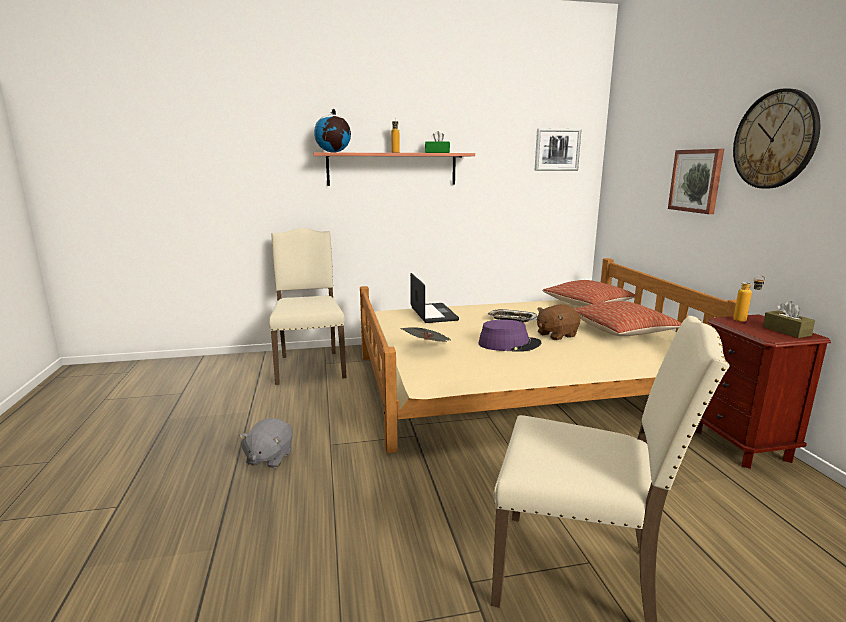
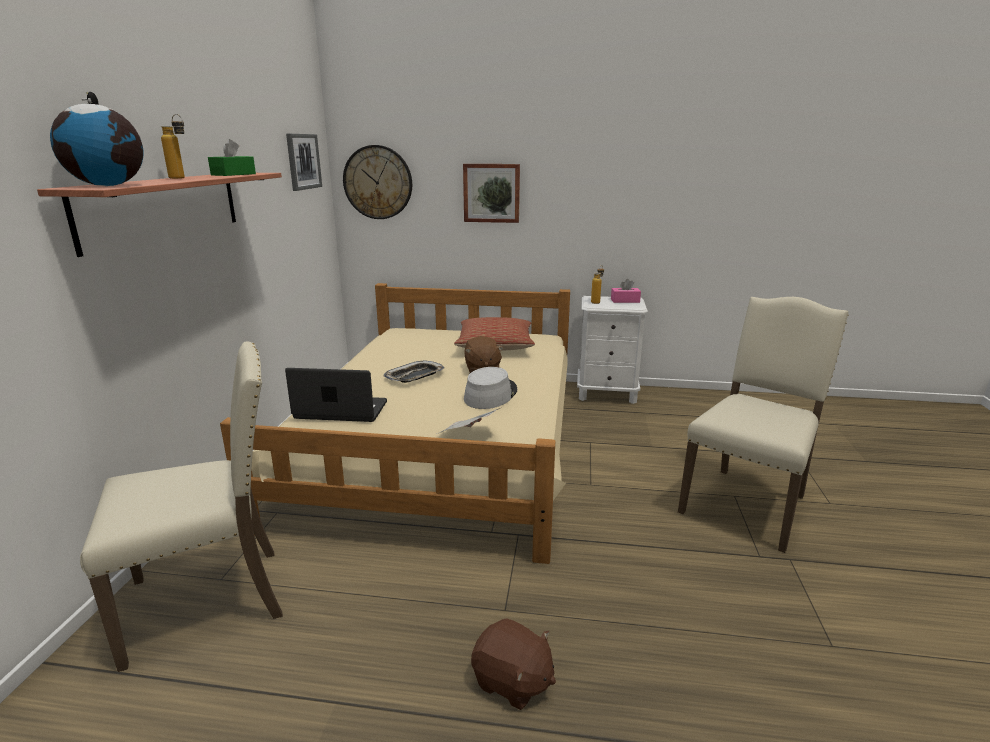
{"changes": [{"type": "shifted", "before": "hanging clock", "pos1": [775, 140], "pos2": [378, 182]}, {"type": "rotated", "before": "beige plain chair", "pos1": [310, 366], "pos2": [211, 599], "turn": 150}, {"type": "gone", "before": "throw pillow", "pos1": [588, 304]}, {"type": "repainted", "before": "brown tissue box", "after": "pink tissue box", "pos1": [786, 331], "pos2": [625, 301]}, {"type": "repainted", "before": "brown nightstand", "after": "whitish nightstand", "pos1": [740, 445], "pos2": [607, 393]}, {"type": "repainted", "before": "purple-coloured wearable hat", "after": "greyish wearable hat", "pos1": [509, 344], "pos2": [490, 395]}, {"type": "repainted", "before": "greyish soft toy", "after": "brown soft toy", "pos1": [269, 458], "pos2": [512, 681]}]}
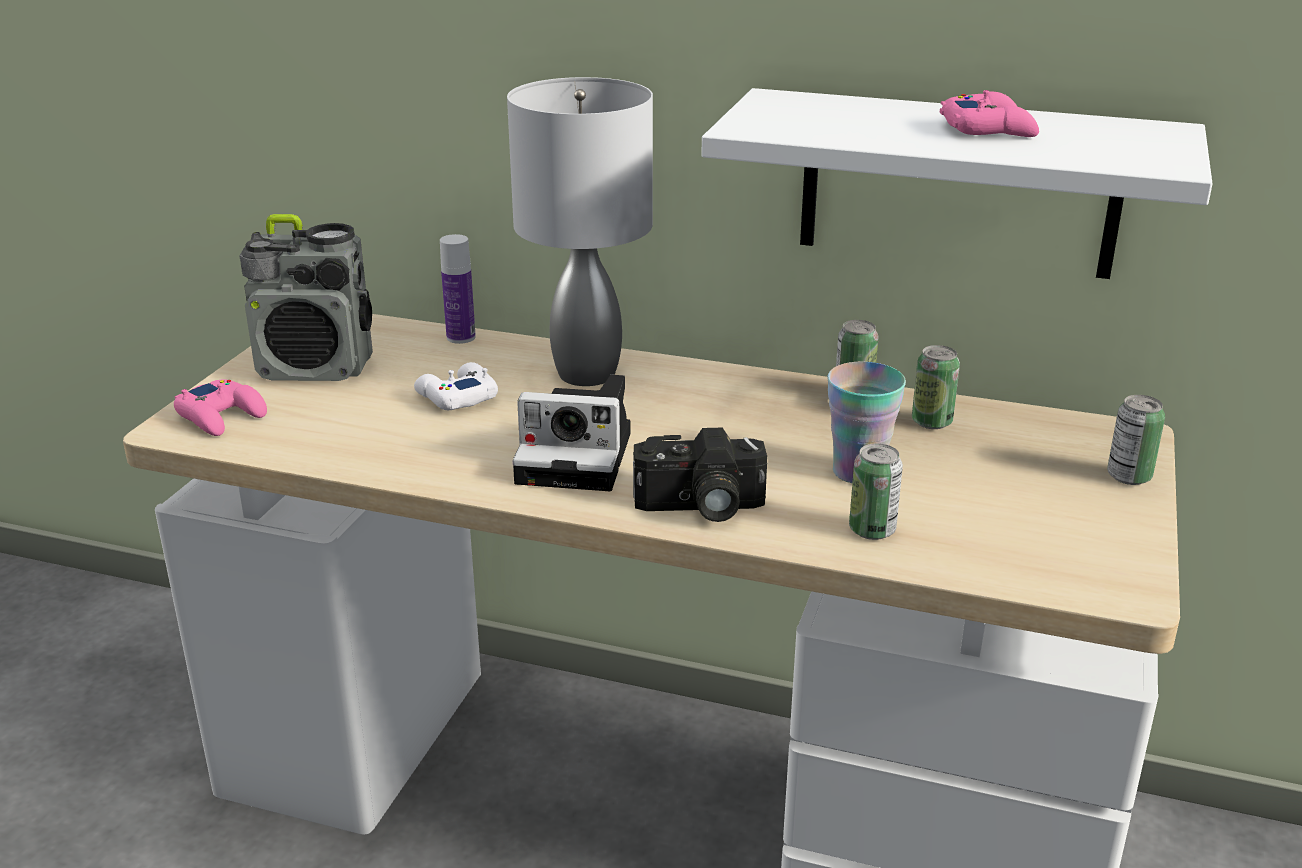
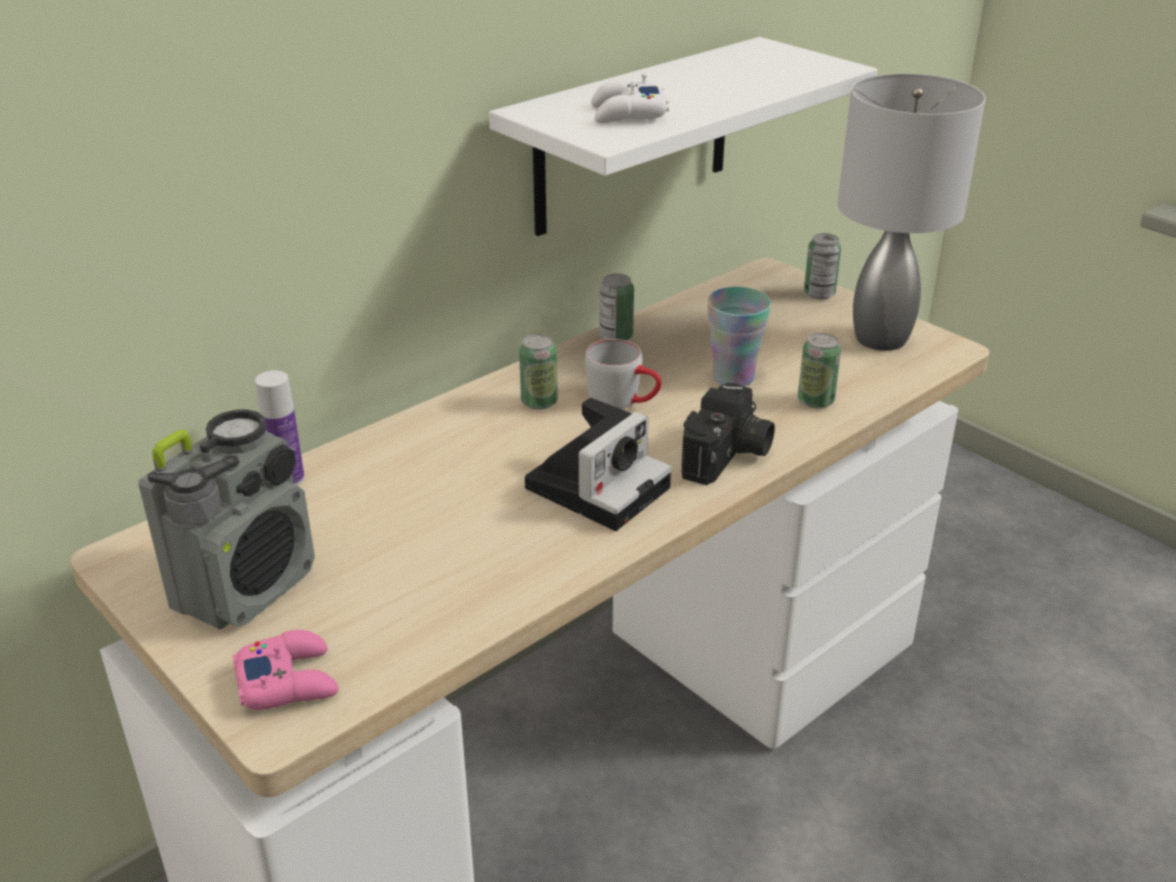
{"changes": [{"type": "shifted", "before": "greyish table lamp", "pos1": [584, 374], "pos2": [881, 339]}, {"type": "gone", "before": "pink joypad", "pos1": [988, 129]}, {"type": "shifted", "before": "can", "pos1": [931, 422], "pos2": [539, 402]}, {"type": "shifted", "before": "whitish joypad", "pos1": [456, 397], "pos2": [627, 114]}, {"type": "new", "after": "greyish coffee mug", "pos2": [624, 400]}]}
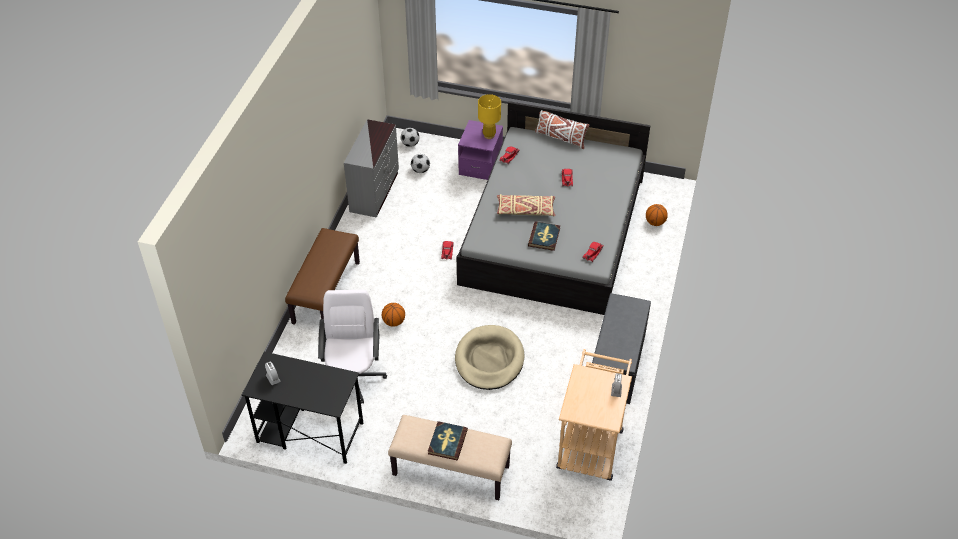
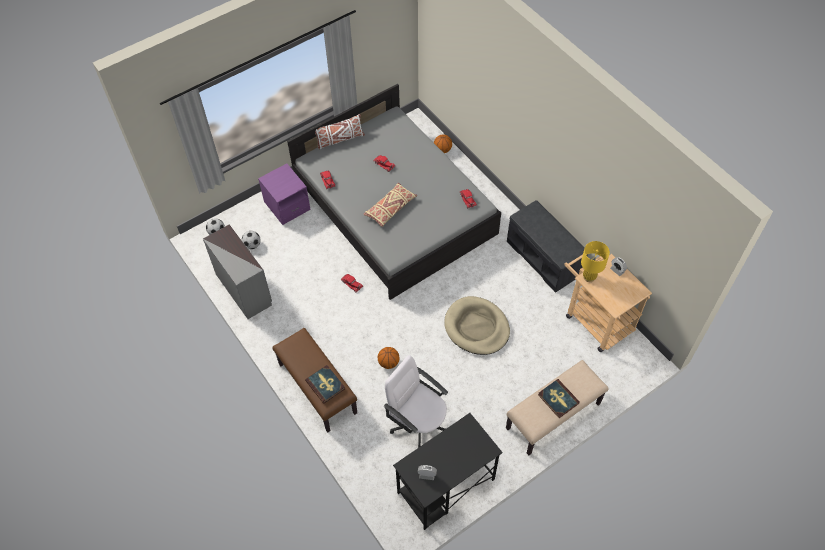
{"changes": [{"type": "shifted", "before": "yellowish table lamp", "pos1": [489, 135], "pos2": [589, 277]}, {"type": "shifted", "before": "book", "pos1": [544, 237], "pos2": [325, 385]}]}
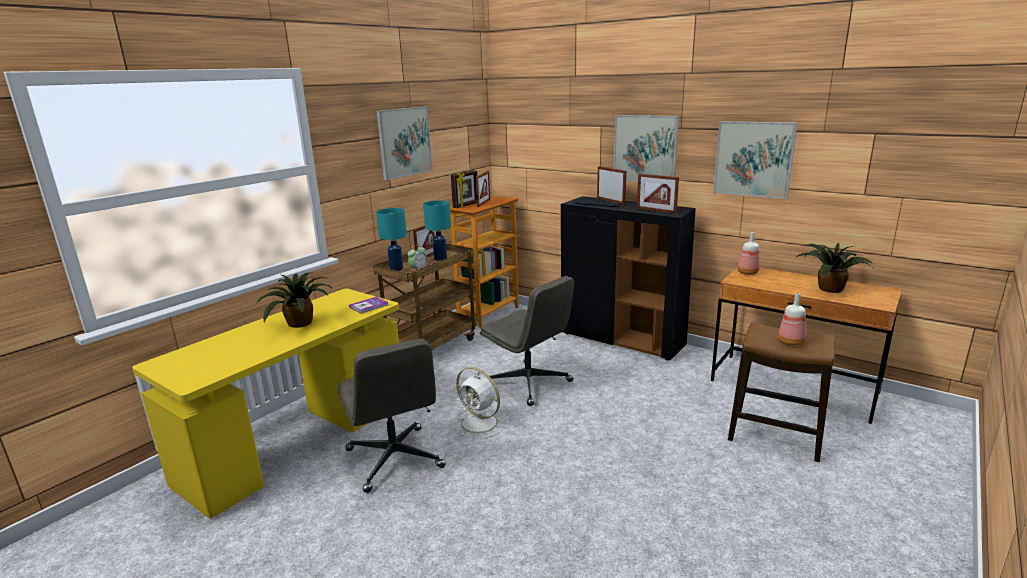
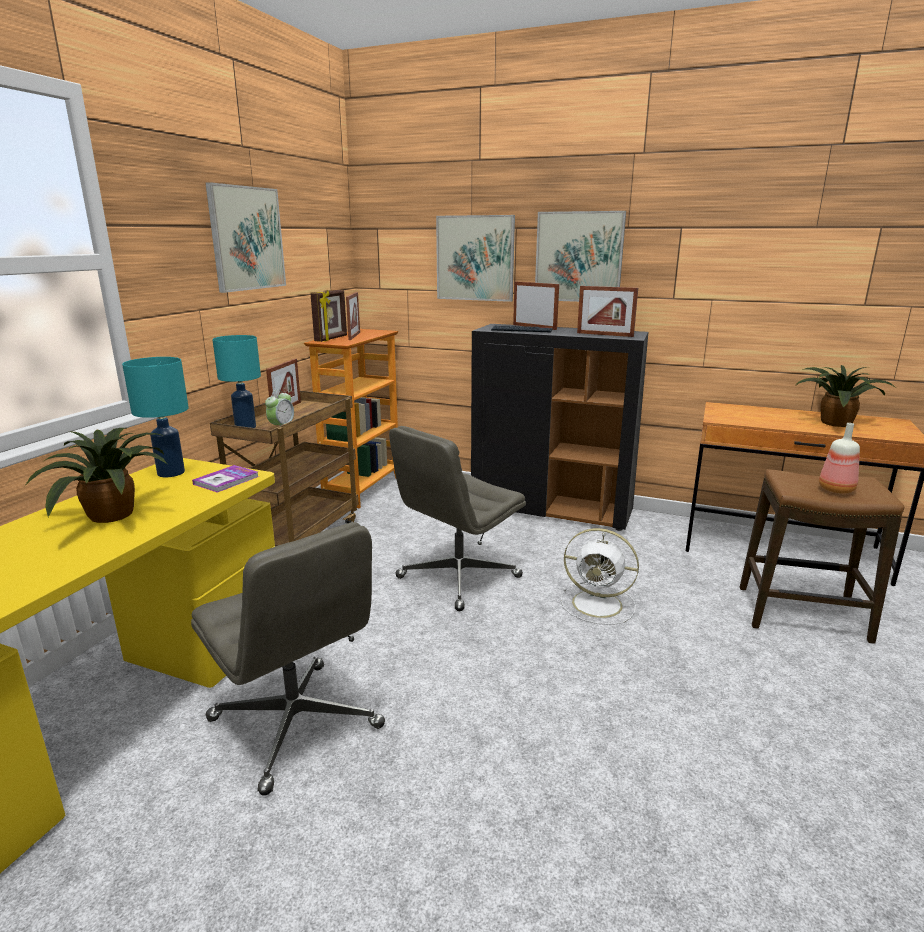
{"changes": [{"type": "shifted", "before": "wall art", "pos1": [753, 159], "pos2": [475, 258]}, {"type": "shifted", "before": "turquoise-coloured table lamp", "pos1": [440, 258], "pos2": [170, 472]}, {"type": "gone", "before": "drink bottle", "pos1": [747, 273]}, {"type": "rotated", "before": "greyish office chair", "pos1": [529, 383], "pos2": [458, 578], "turn": 105}, {"type": "shifted", "before": "whitish fan", "pos1": [480, 423], "pos2": [599, 604]}]}
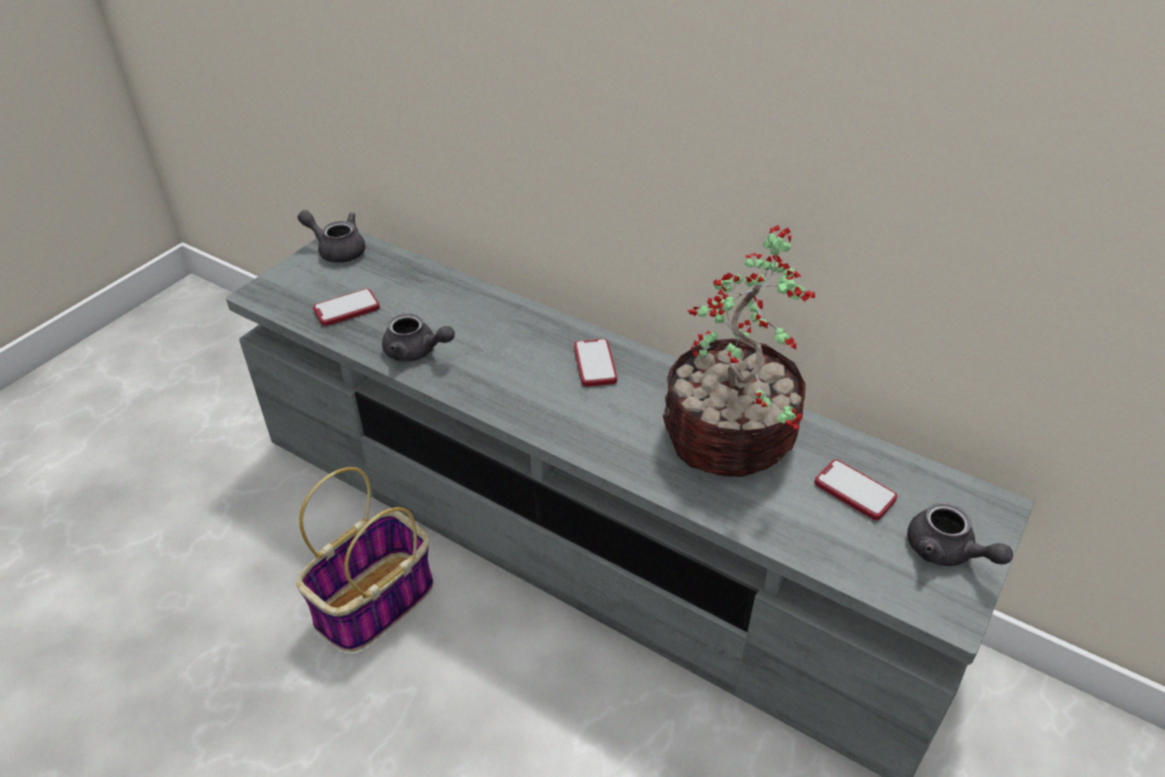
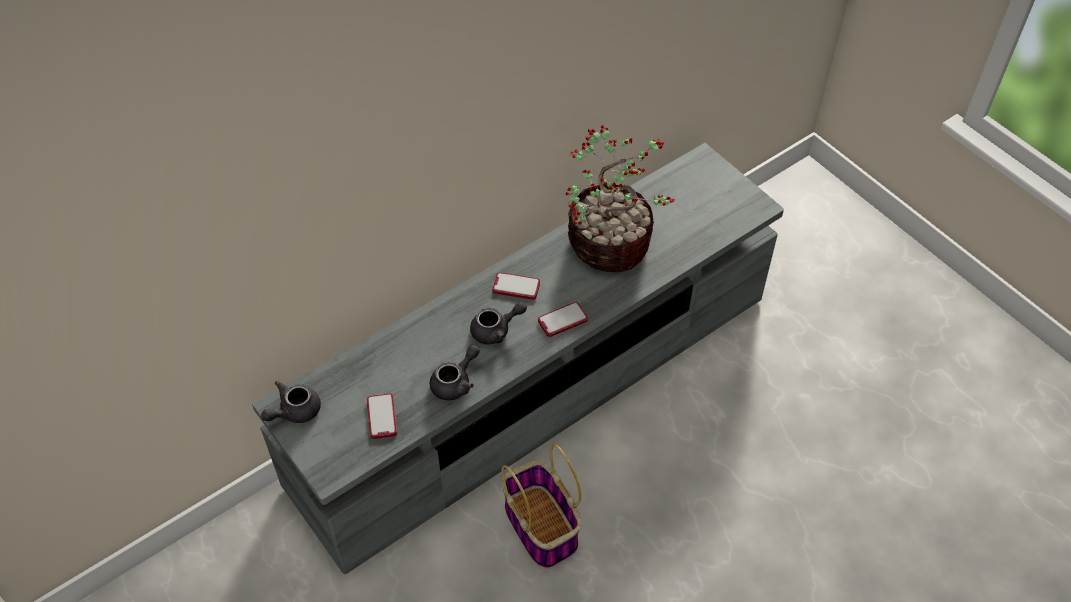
{"changes": [{"type": "shifted", "before": "telephone", "pos1": [854, 491], "pos2": [562, 320]}, {"type": "shifted", "before": "greyish pot for tea", "pos1": [946, 552], "pos2": [496, 330]}]}
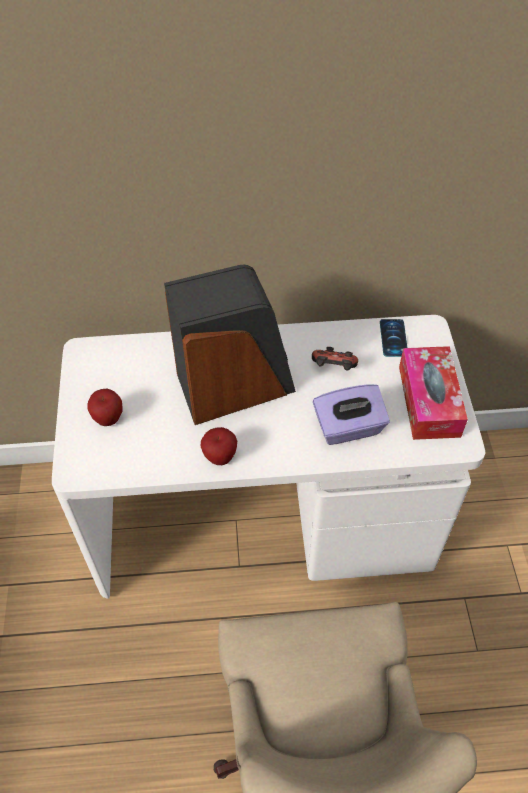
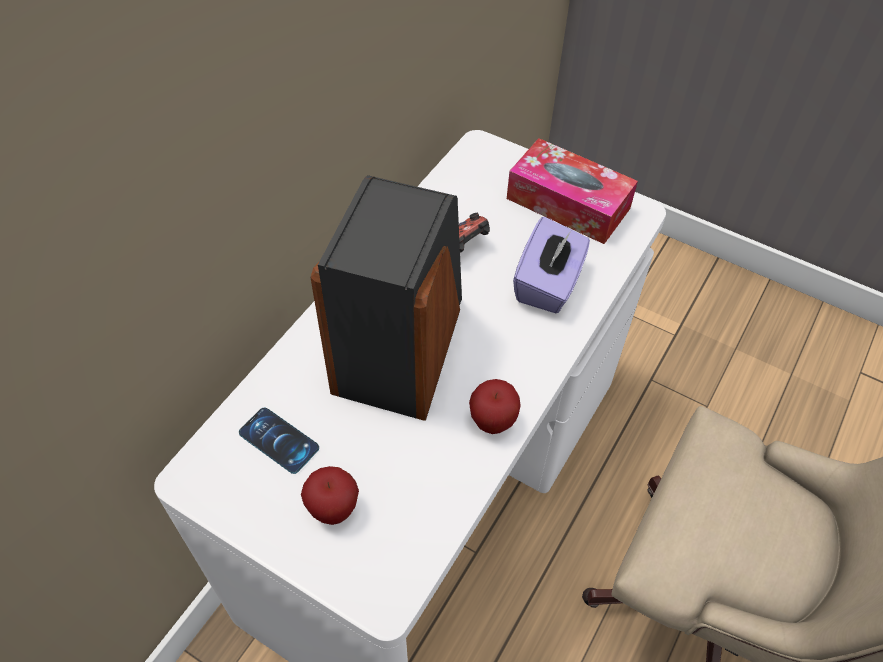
{"changes": [{"type": "shifted", "before": "telephone", "pos1": [393, 338], "pos2": [279, 440]}]}
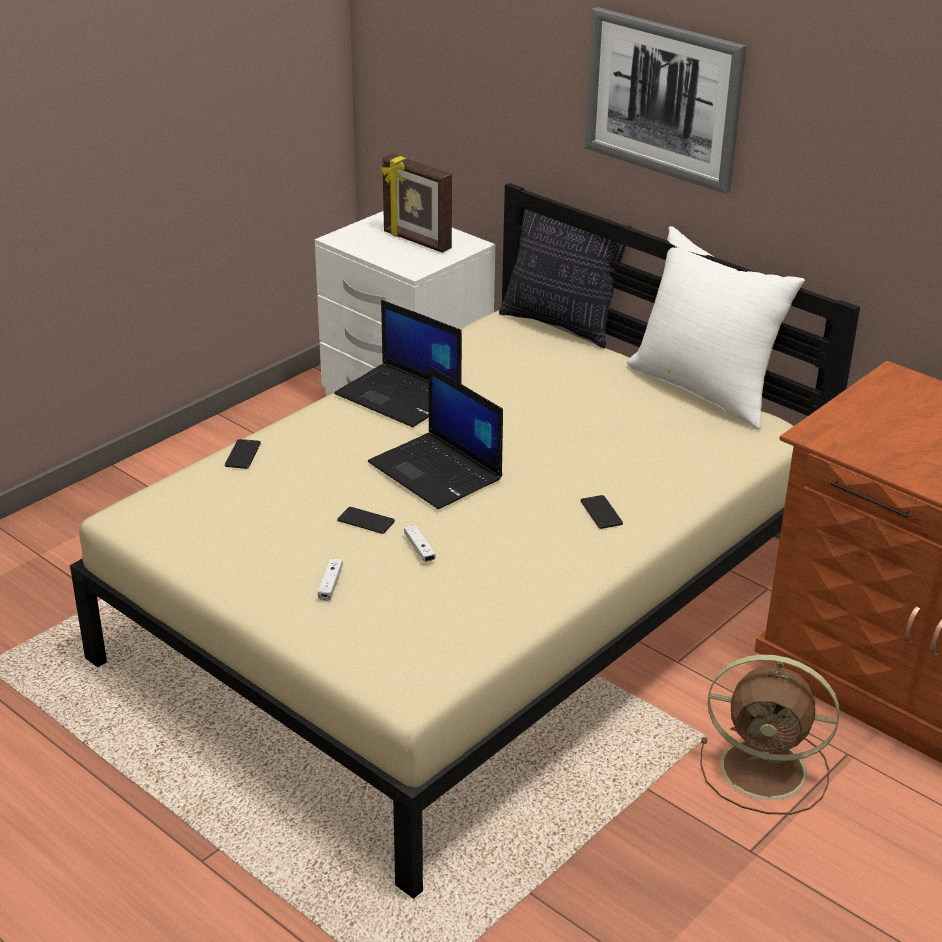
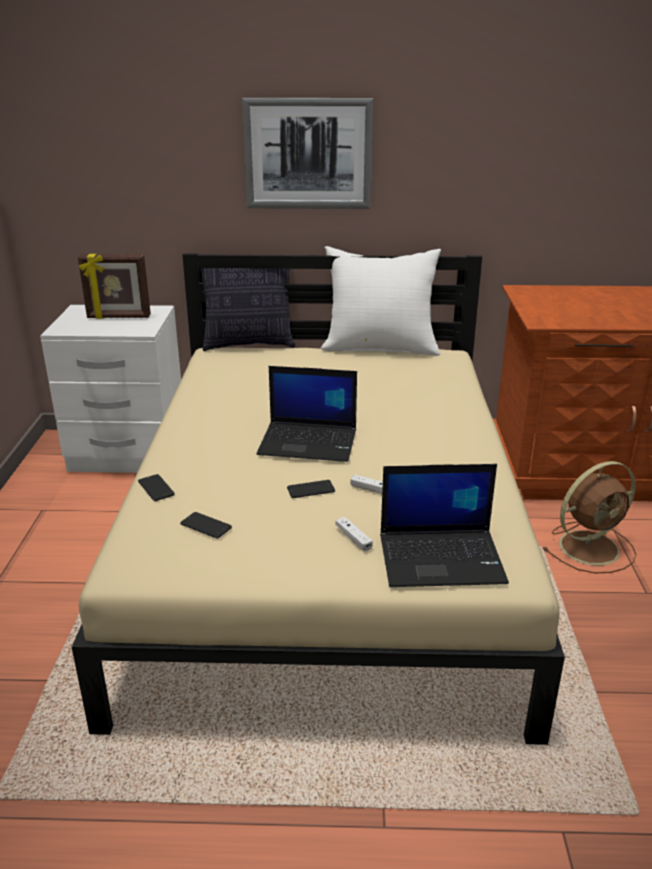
{"changes": [{"type": "shifted", "before": "laptop", "pos1": [400, 396], "pos2": [442, 558]}, {"type": "shifted", "before": "telephone", "pos1": [601, 512], "pos2": [206, 526]}]}
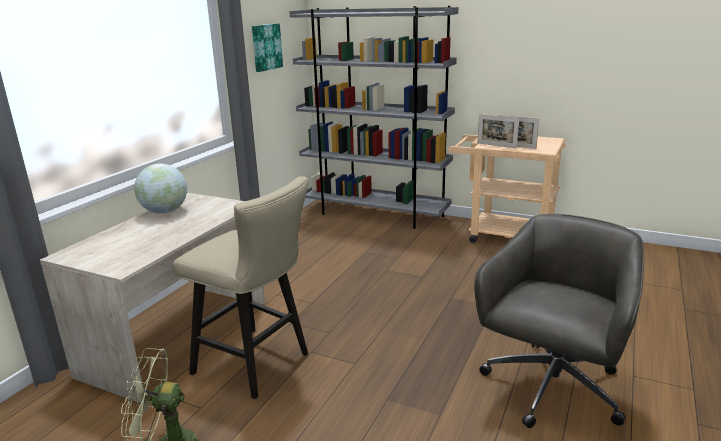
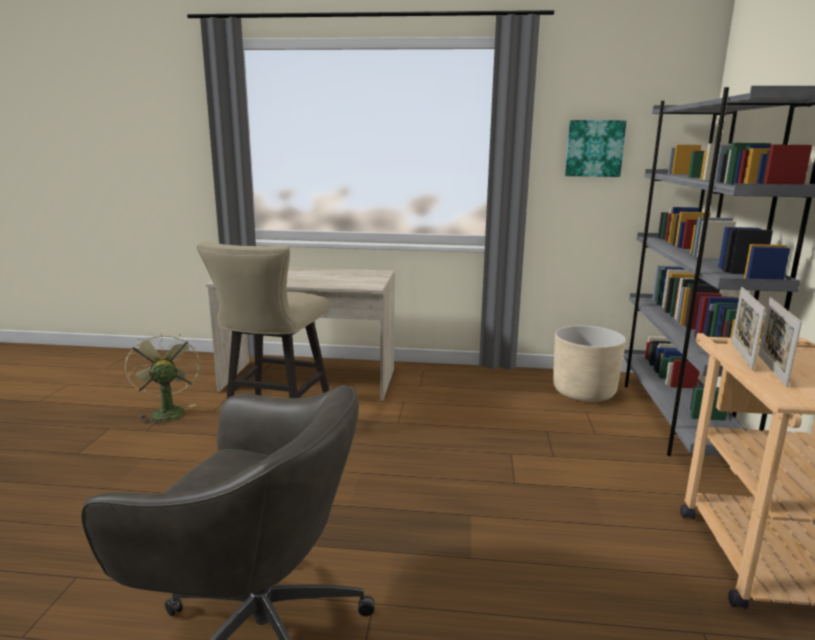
{"changes": [{"type": "gone", "before": "desk globe", "pos1": [165, 211]}, {"type": "new", "after": "beige plant pot", "pos2": [583, 392]}]}
